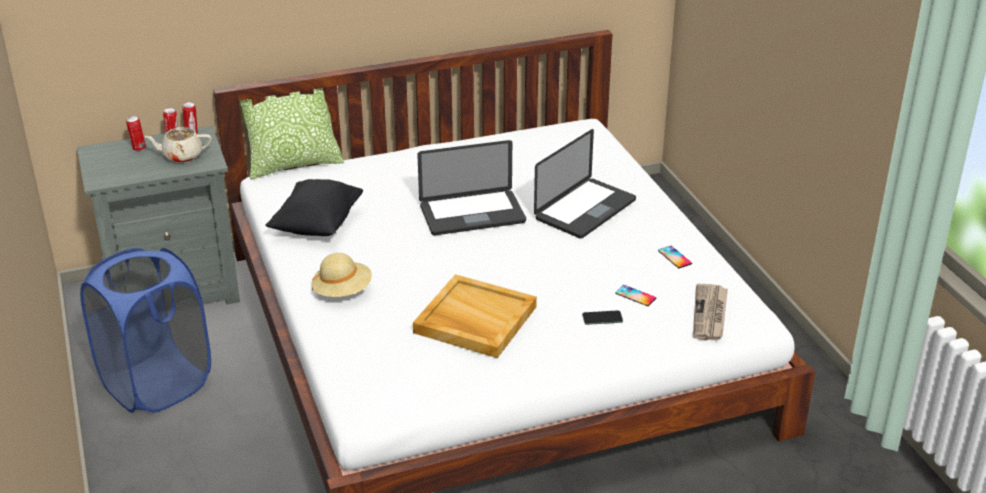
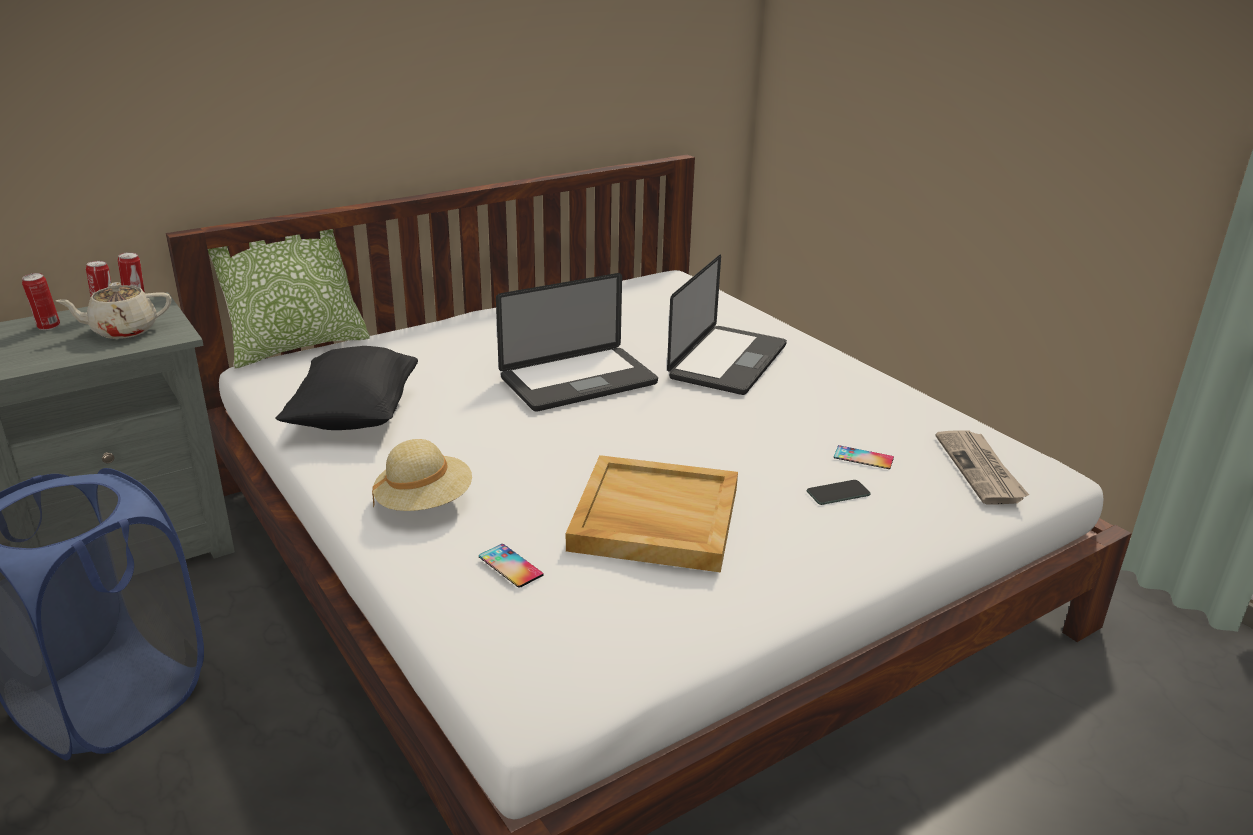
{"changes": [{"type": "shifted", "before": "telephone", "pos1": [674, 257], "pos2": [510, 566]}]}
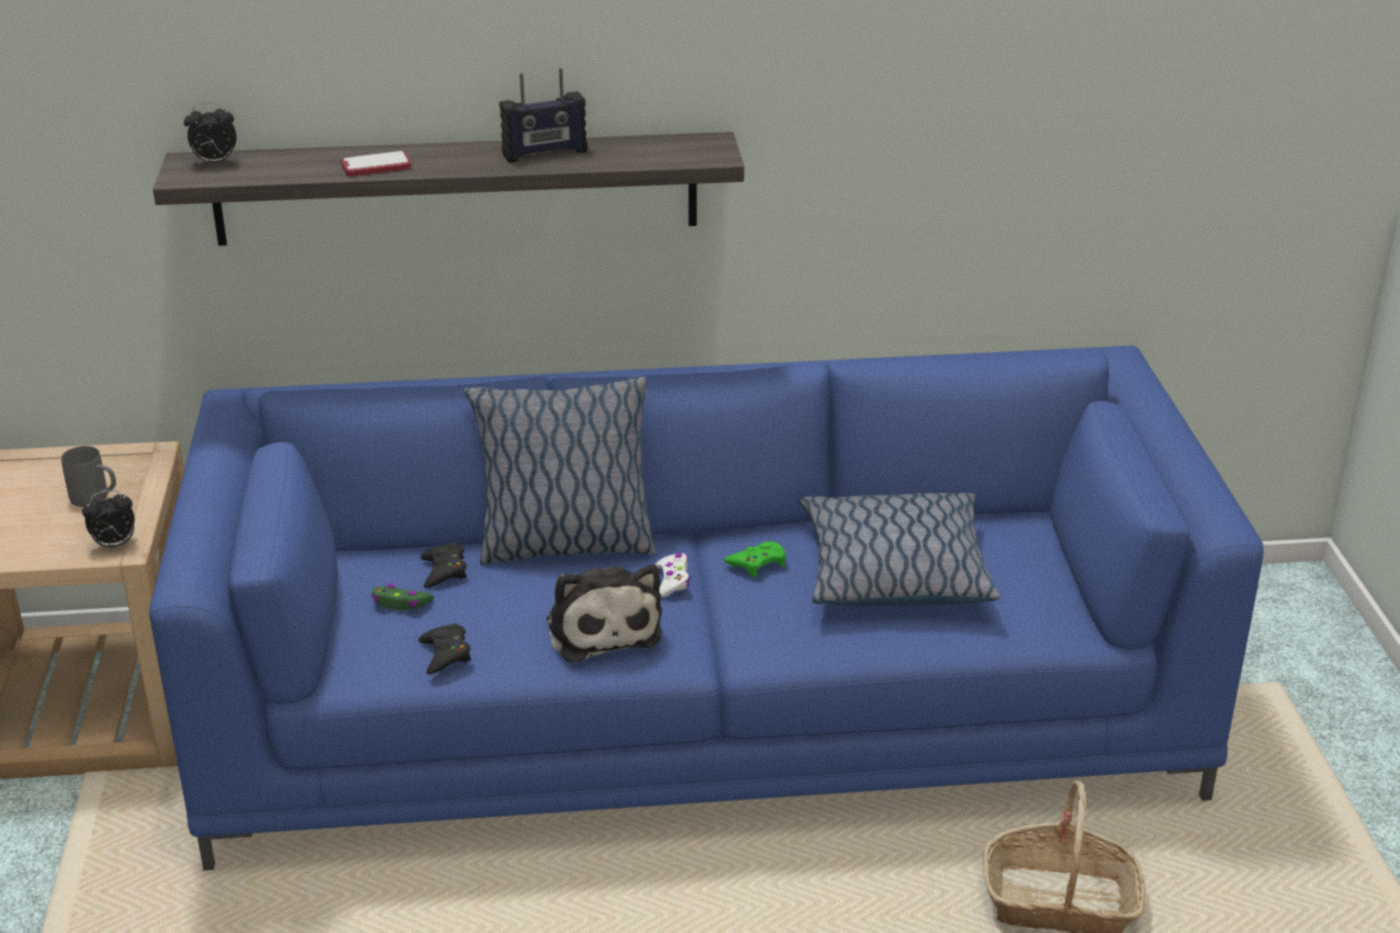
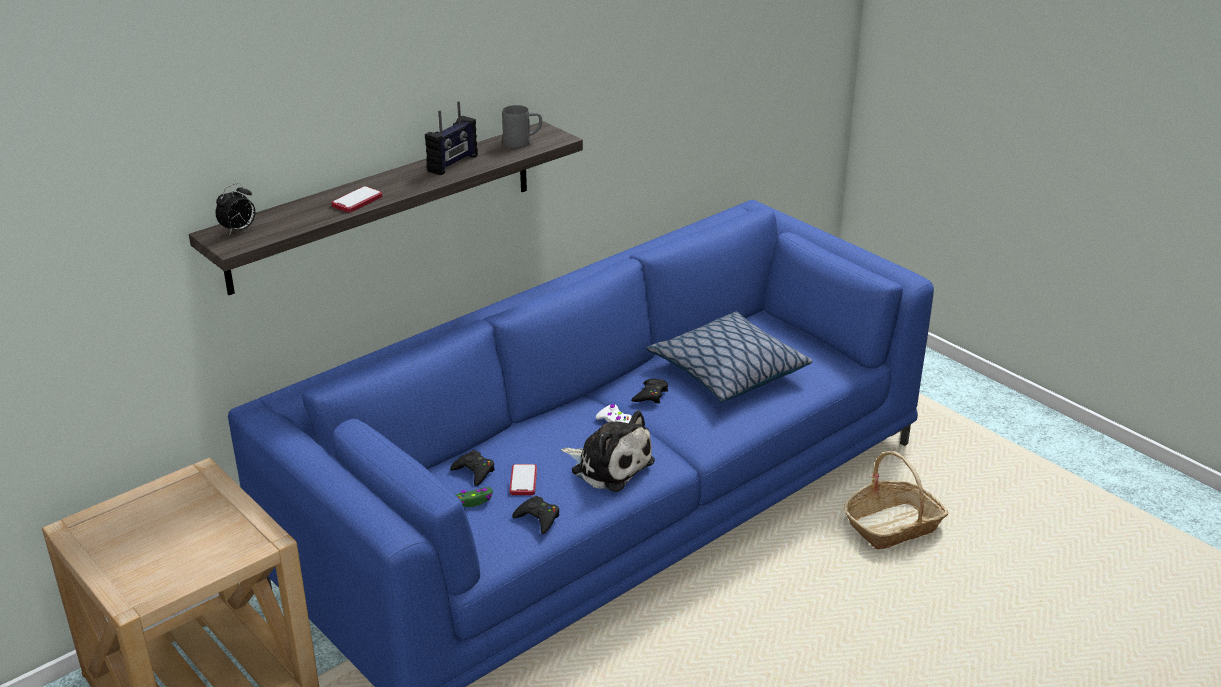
{"changes": [{"type": "gone", "before": "throw pillow", "pos1": [564, 545]}, {"type": "shifted", "before": "greyish coffee mug", "pos1": [96, 499], "pos2": [523, 142]}, {"type": "gone", "before": "table clock", "pos1": [114, 545]}, {"type": "repainted", "before": "green-coloured joypad", "after": "black-coloured joypad", "pos1": [758, 563], "pos2": [650, 395]}, {"type": "new", "after": "telephone", "pos2": [523, 481]}]}
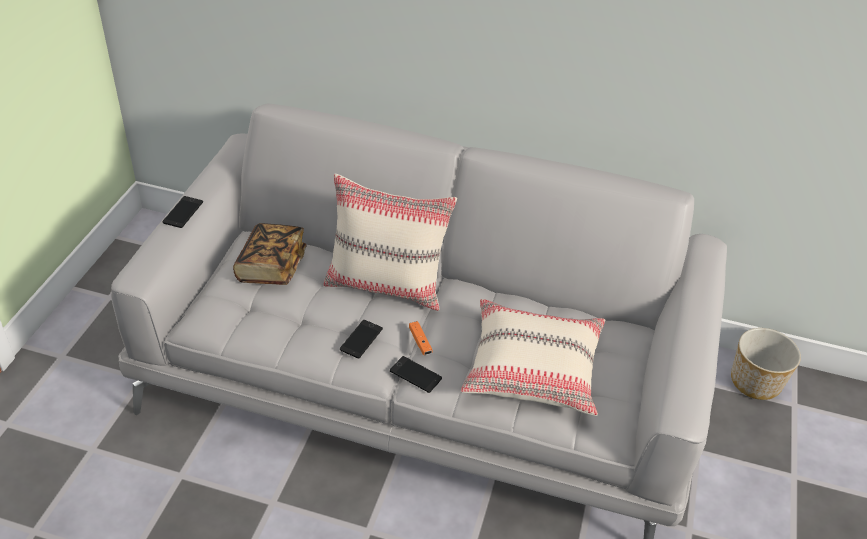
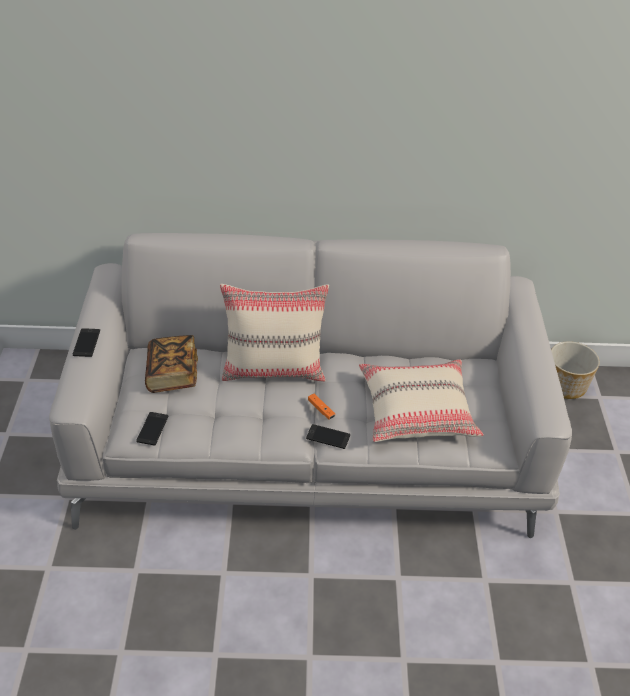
{"changes": [{"type": "shifted", "before": "telephone", "pos1": [361, 339], "pos2": [152, 429]}]}
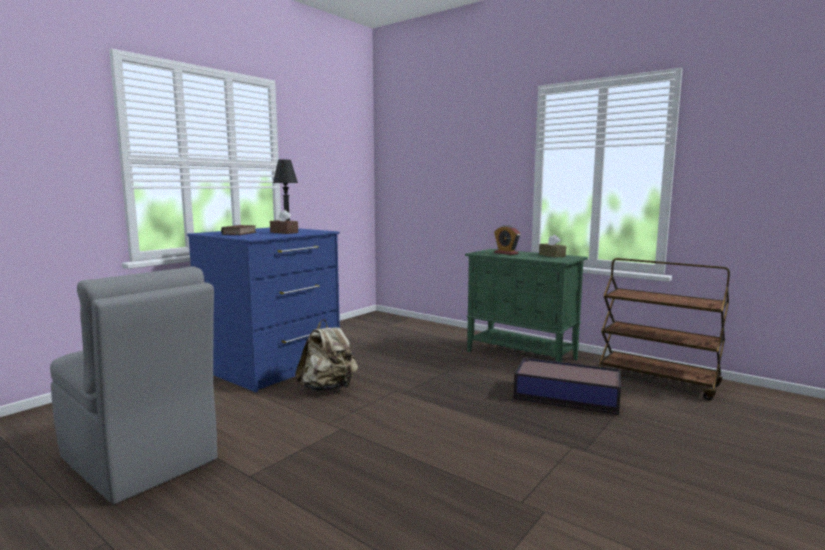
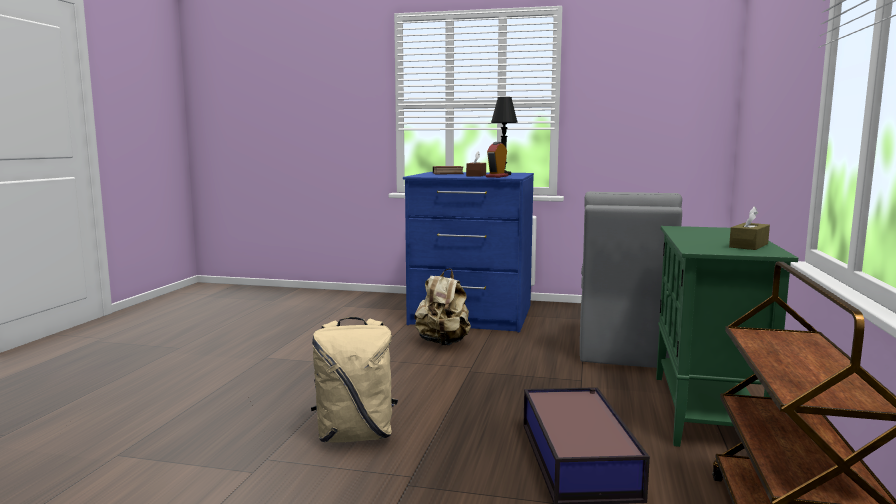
{"changes": [{"type": "shifted", "before": "table clock", "pos1": [506, 253], "pos2": [497, 176]}, {"type": "shifted", "before": "greyish plain chair", "pos1": [140, 460], "pos2": [622, 349]}, {"type": "new", "after": "beige backpack", "pos2": [355, 435]}]}
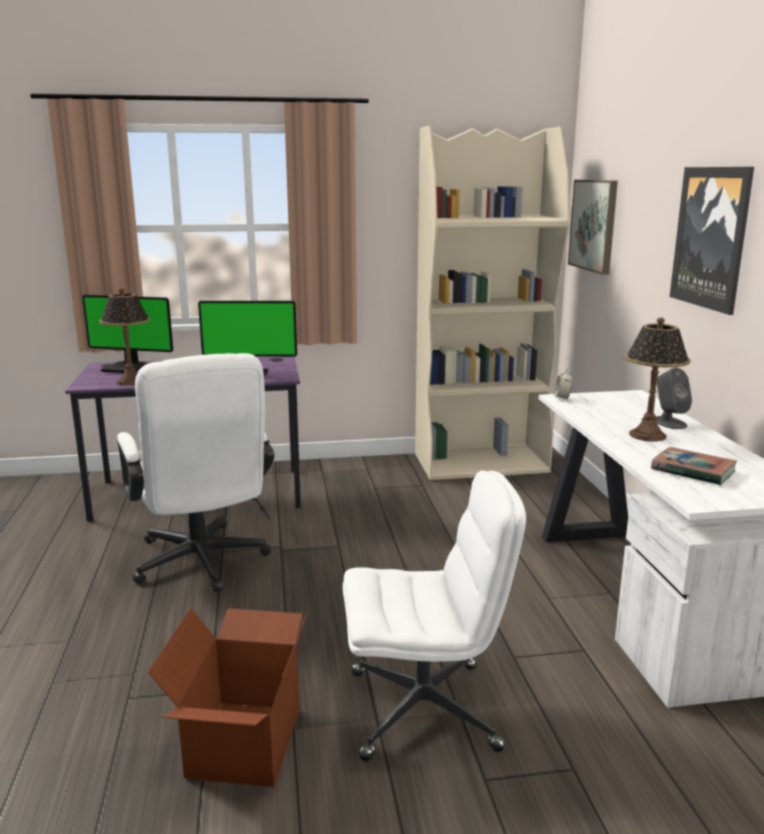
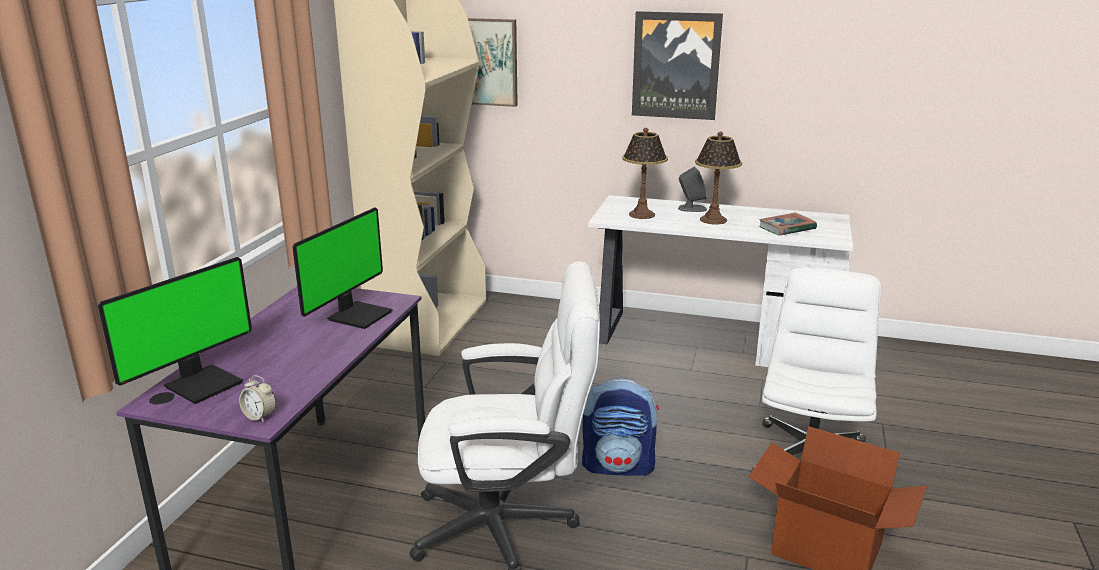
{"changes": [{"type": "shifted", "before": "table lamp", "pos1": [131, 381], "pos2": [642, 214]}, {"type": "shifted", "before": "table clock", "pos1": [562, 398], "pos2": [259, 416]}, {"type": "new", "after": "backpack", "pos2": [619, 466]}]}
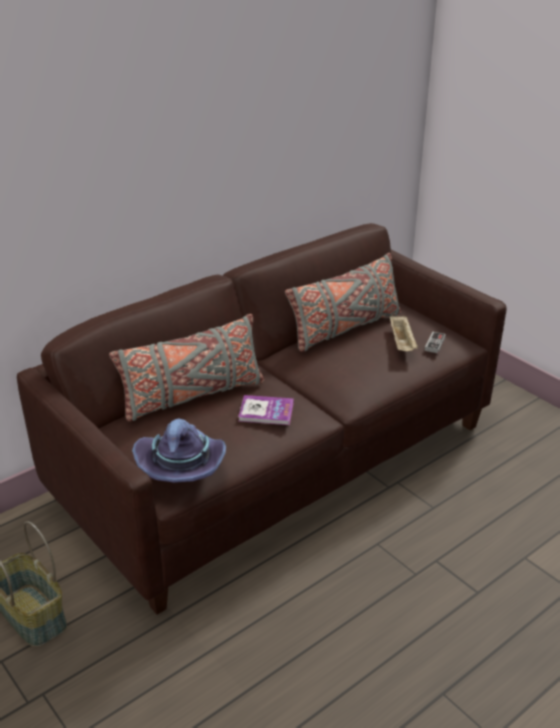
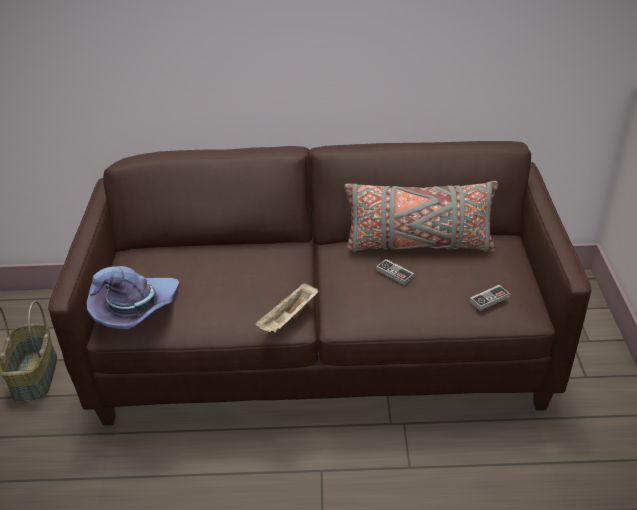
{"changes": [{"type": "gone", "before": "greyish throw pillow", "pos1": [192, 396]}, {"type": "shifted", "before": "beige carrying tray", "pos1": [402, 343], "pos2": [289, 318]}, {"type": "gone", "before": "book", "pos1": [266, 411]}, {"type": "new", "after": "joypad", "pos2": [395, 273]}]}
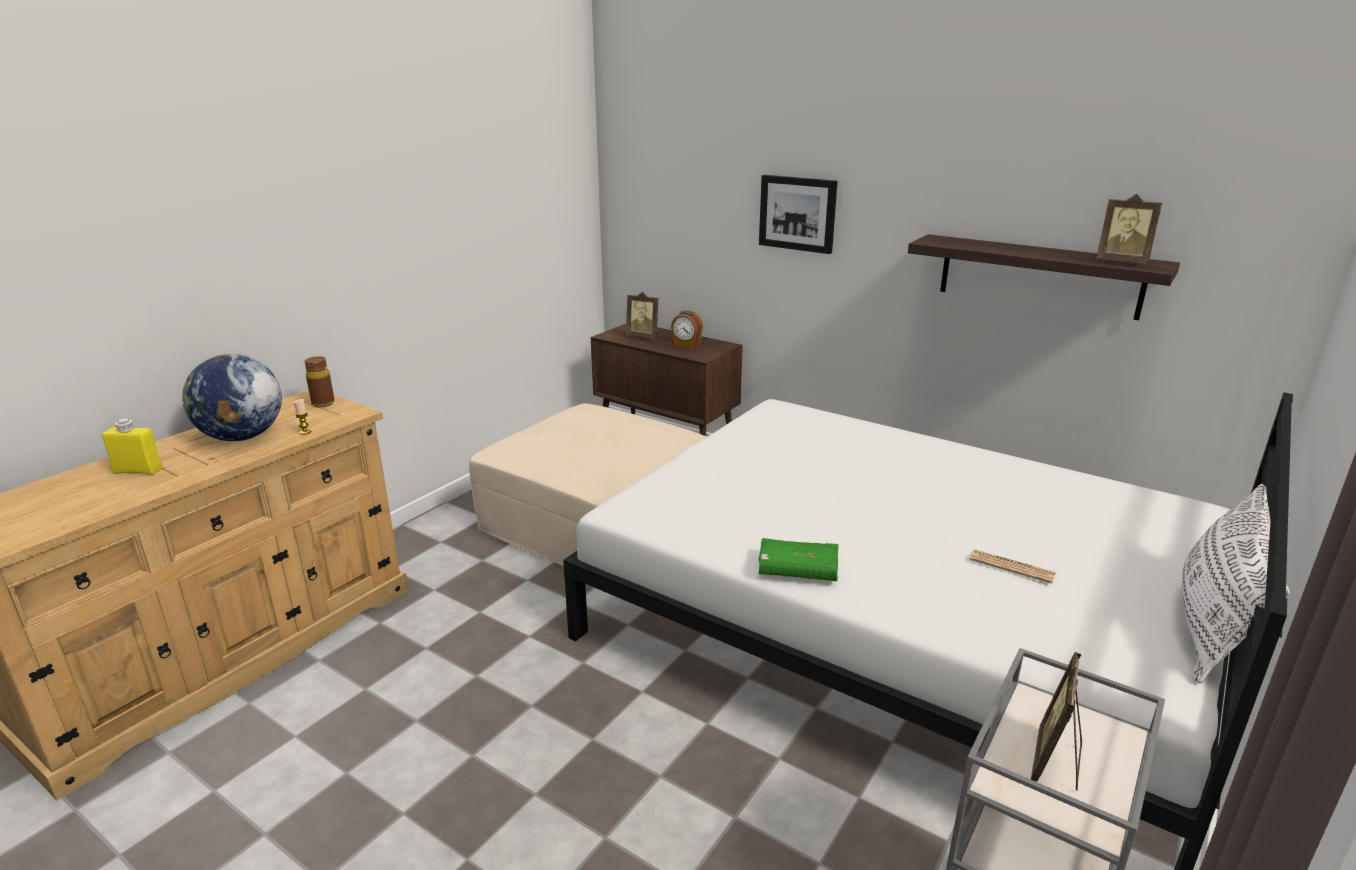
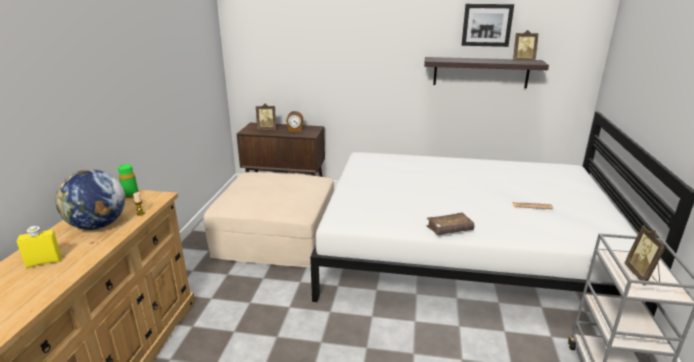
{"changes": [{"type": "shifted", "before": "wall art", "pos1": [798, 213], "pos2": [486, 25]}, {"type": "repainted", "before": "brown drink bottle", "after": "green-coloured drink bottle", "pos1": [323, 403], "pos2": [131, 195]}, {"type": "gone", "before": "whitish throw pillow", "pos1": [1212, 624]}, {"type": "repainted", "before": "green-coloured book", "after": "brown book", "pos1": [797, 570], "pos2": [449, 229]}]}
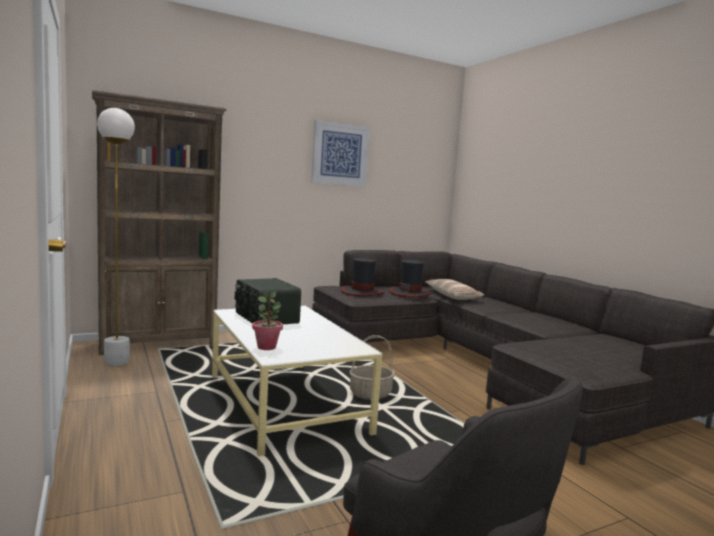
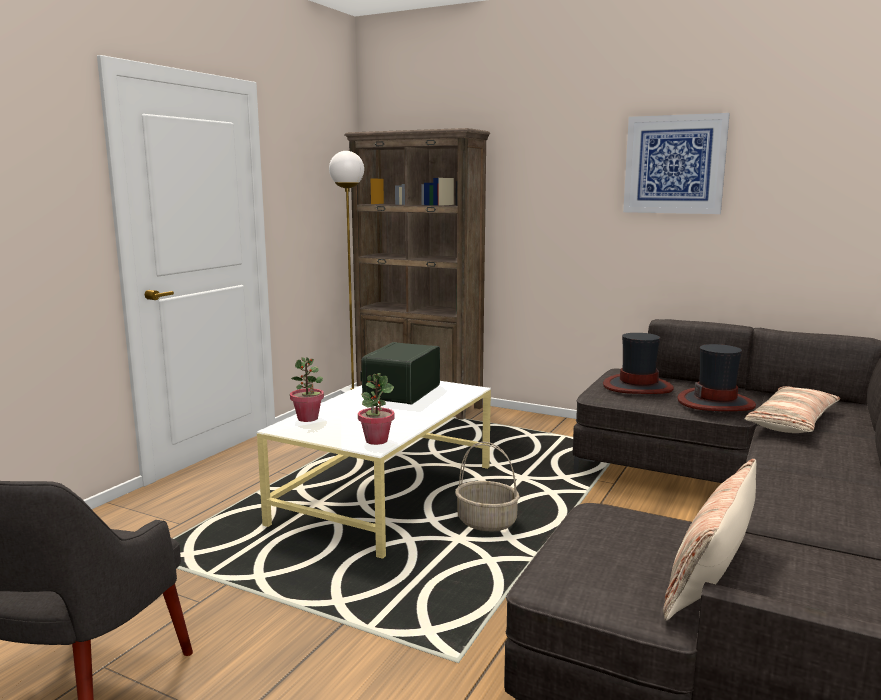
{"changes": [{"type": "new", "after": "houseplant", "pos2": [376, 440]}, {"type": "new", "after": "throw pillow", "pos2": [711, 572]}]}
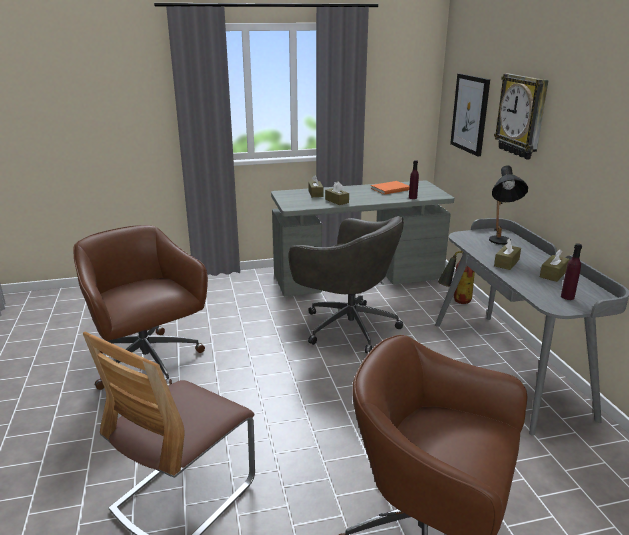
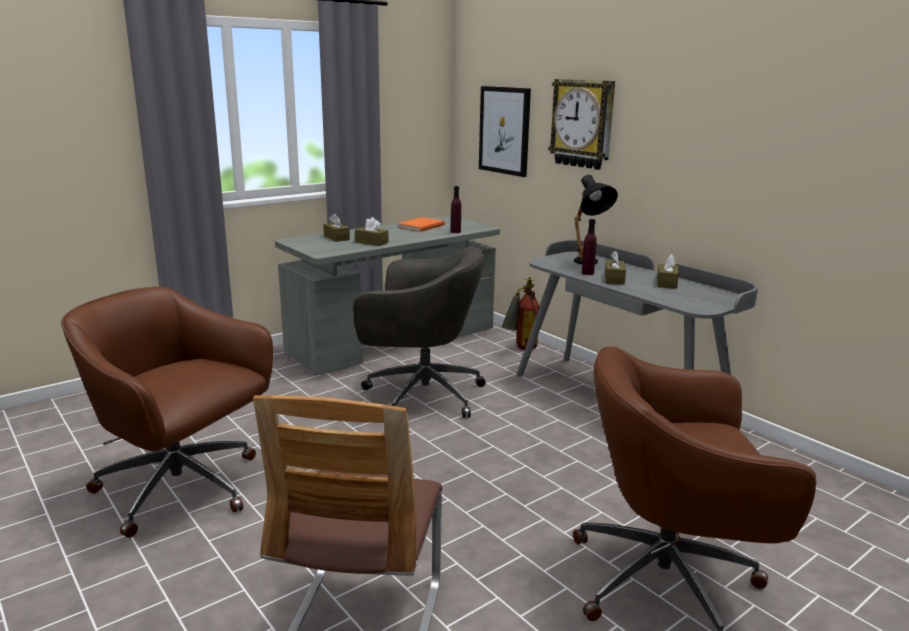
{"changes": [{"type": "shifted", "before": "purple-coloured drink bottle", "pos1": [567, 297], "pos2": [587, 273]}]}
